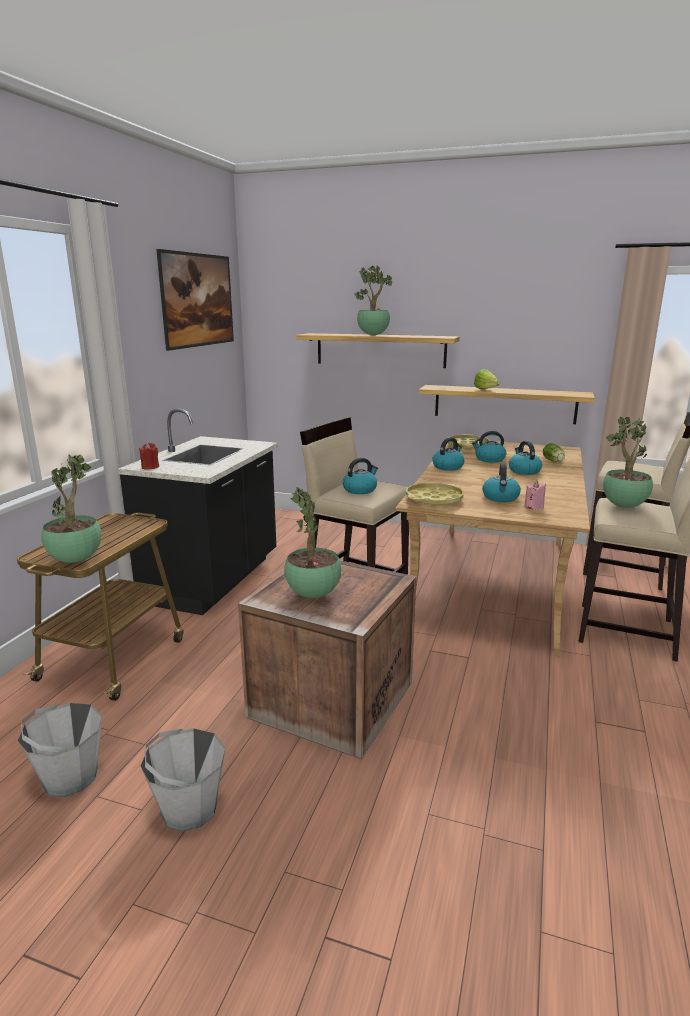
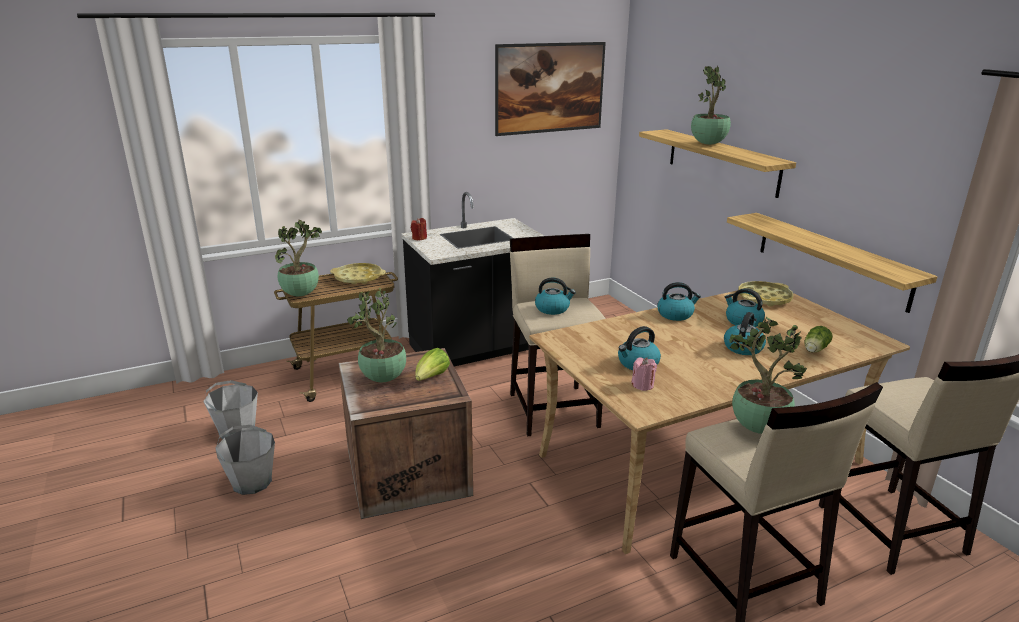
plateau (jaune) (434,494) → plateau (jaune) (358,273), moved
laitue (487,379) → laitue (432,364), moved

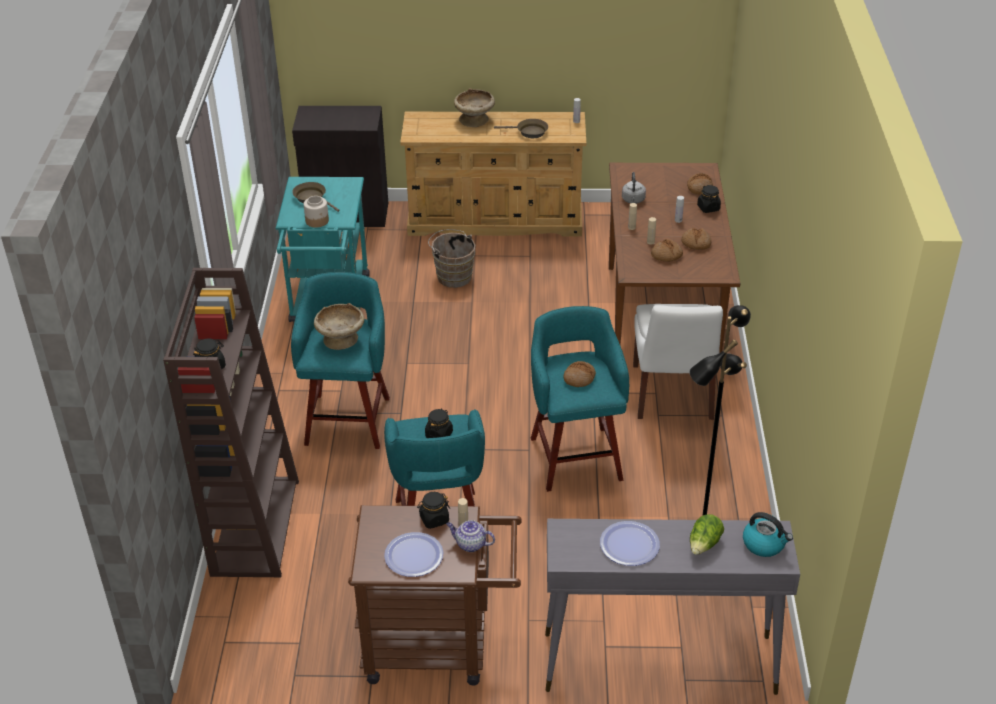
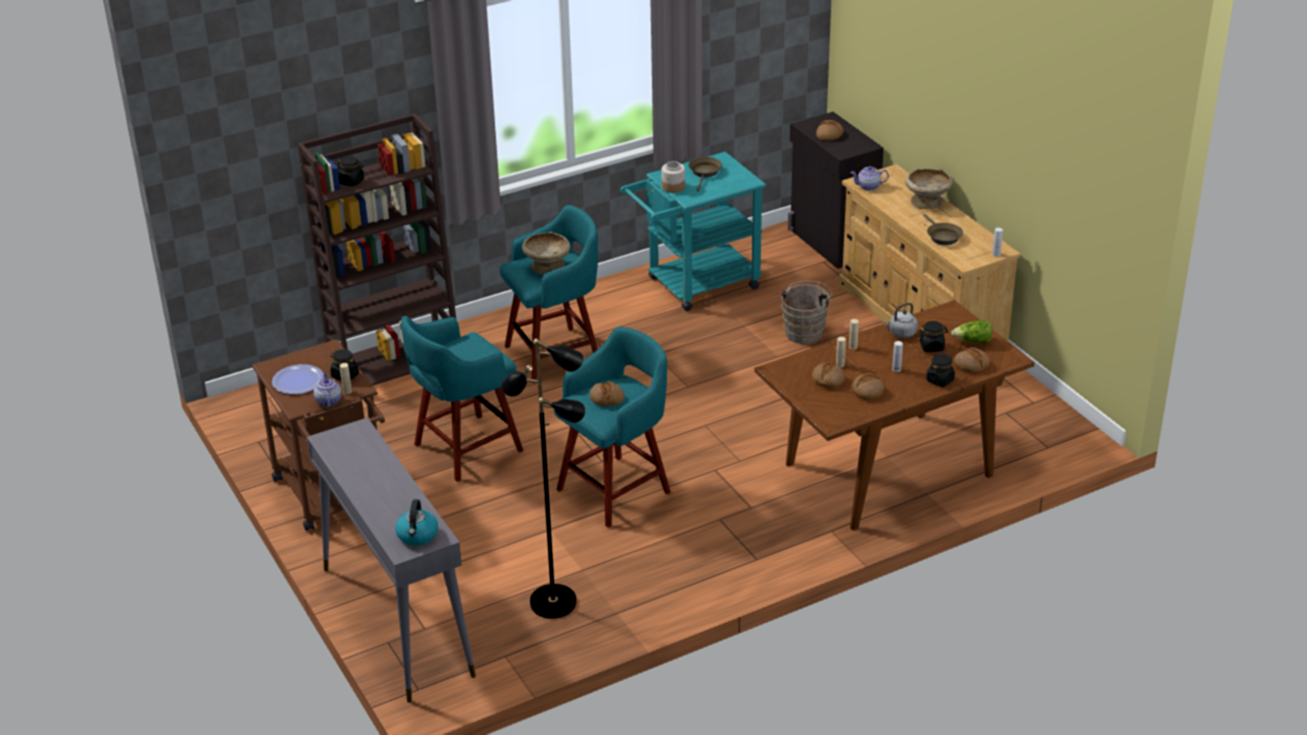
bocal (noir) (439,423) → bocal (noir) (933,336), moved
assiette (630,543) → -
chaise (blanc) (678,362) → -
laitue (707,534) → laitue (971,332), moved
- → pain (830,130)
- → théière (869,178)

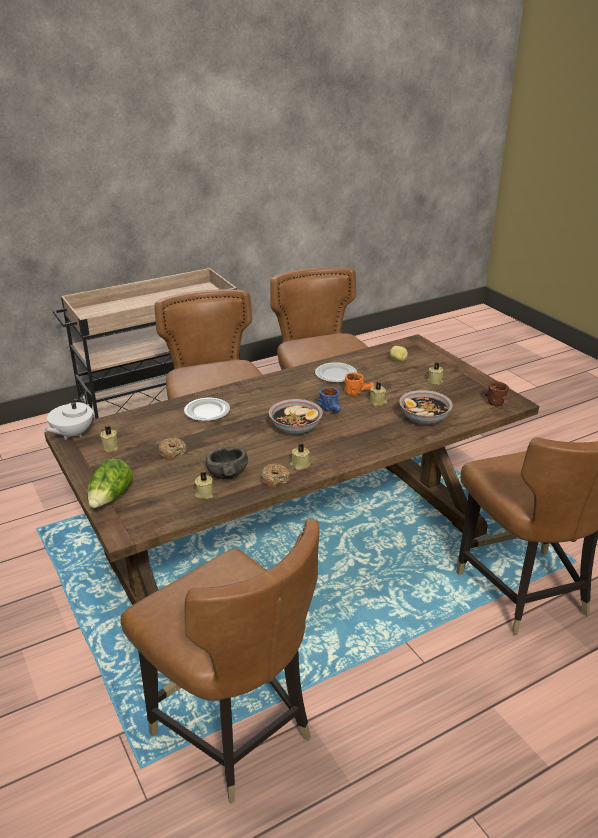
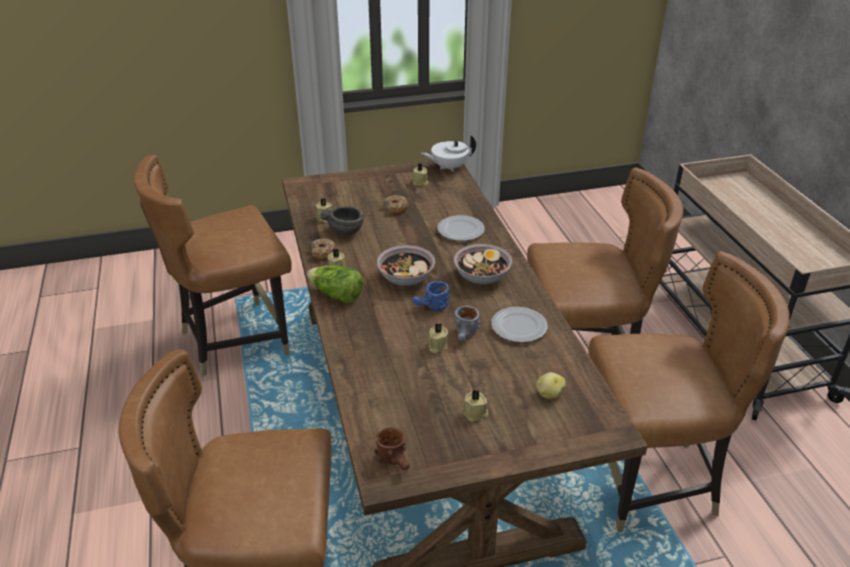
théière (blanc) (68,415) → théière (blanc) (449,153), 60 degrees counterclockwise
laitue (110,483) → laitue (335,284), moved
mug (orange) (360,384) → mug (gris) (468,323)
bol (426,407) → bol (483,264), moved

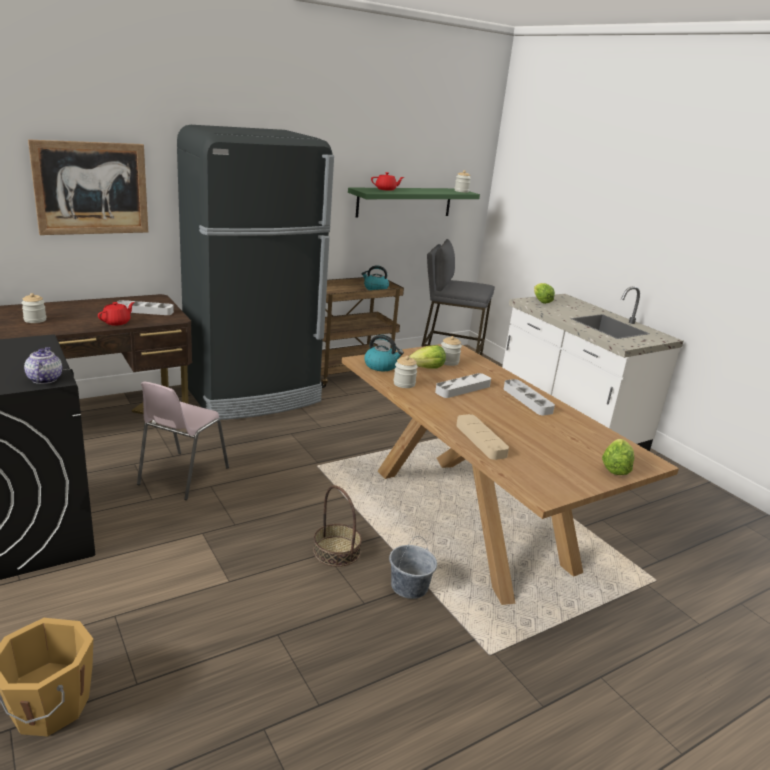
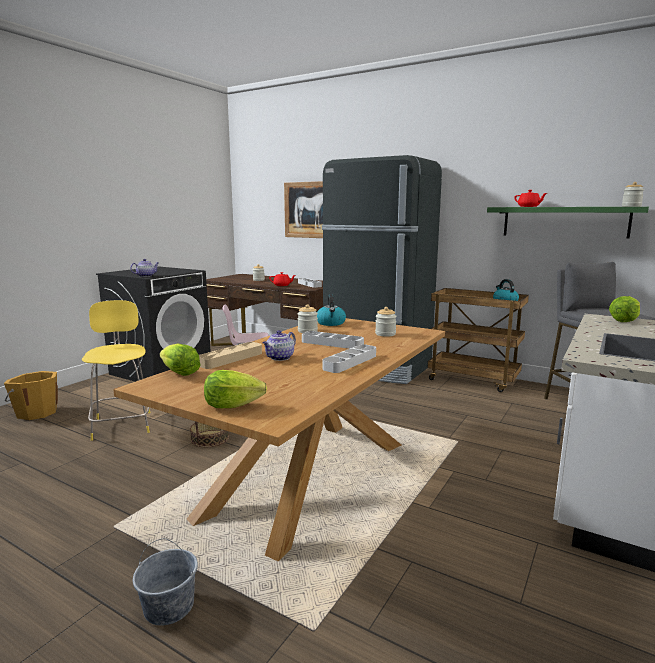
seau (gris) (413,567) → seau (gris) (165,582), moved
laitue (427,356) → laitue (180,360), moved
- → tabouret (jaune) (116,370)
- → théière (279,345)

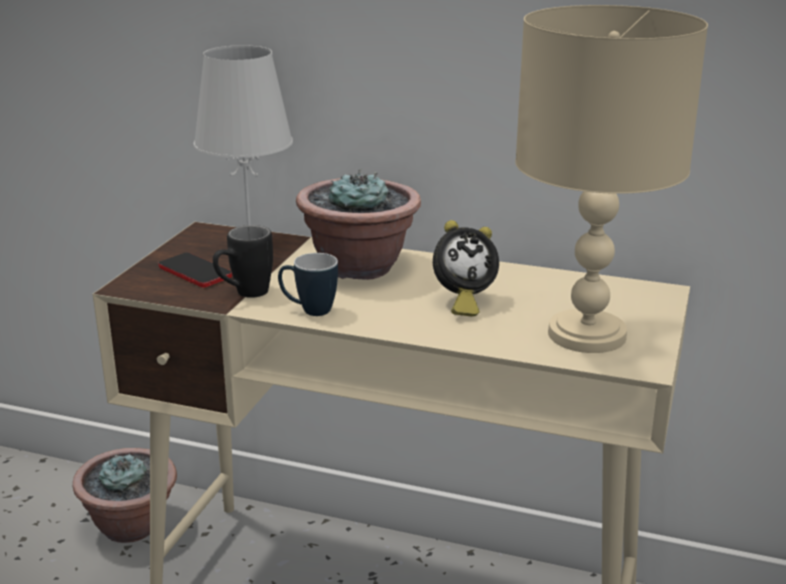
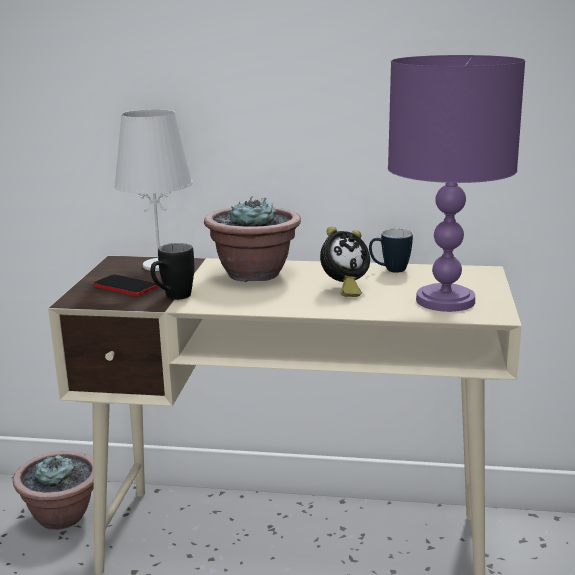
mug (308,284) → mug (391,251), moved
lampe de table (beige) (611,179) → lampe de table (violet) (456,183)

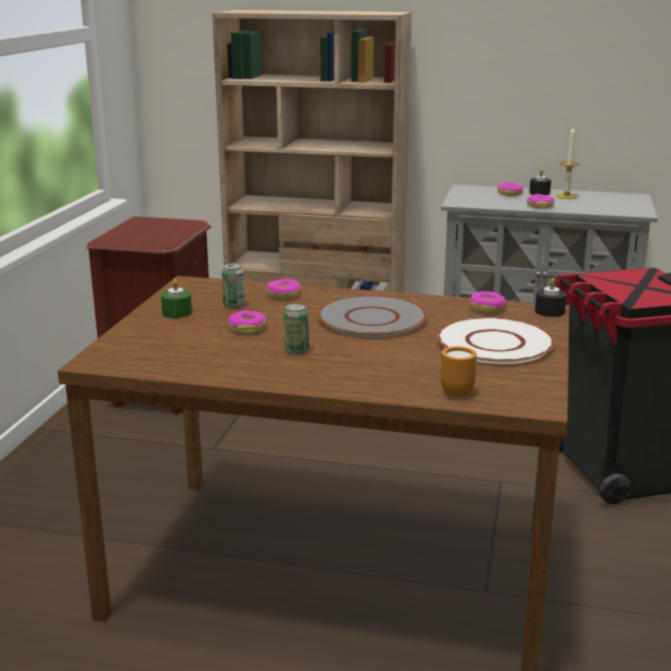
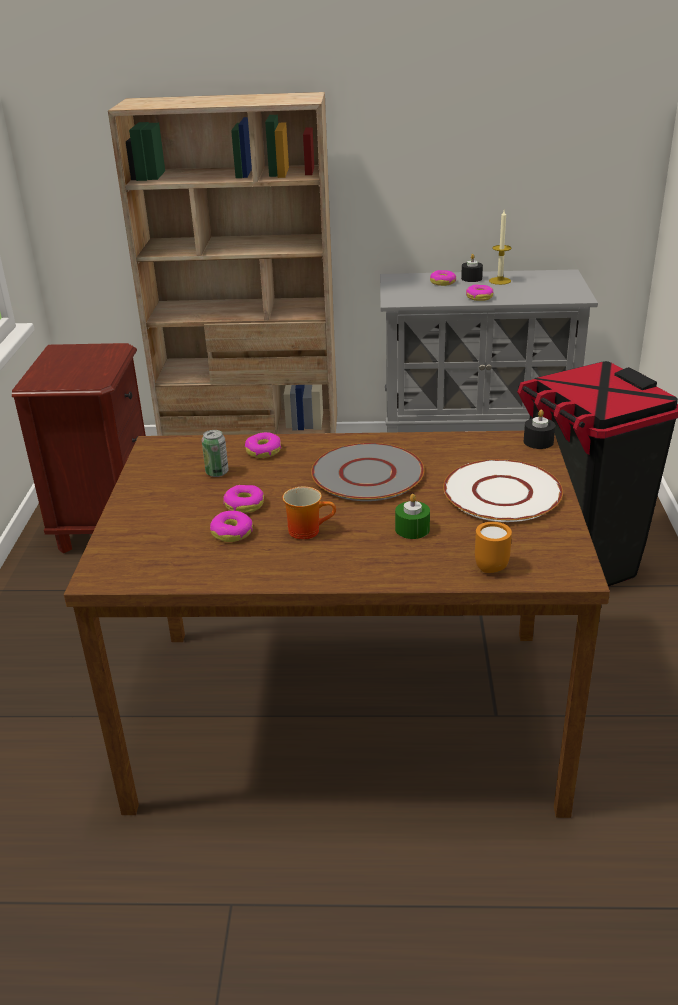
bougie (vert) (176,298) → bougie (vert) (412,516), moved
boîte métallique (296,328) → mug (309,513)
beignet (487,302) → beignet (231,526), moved

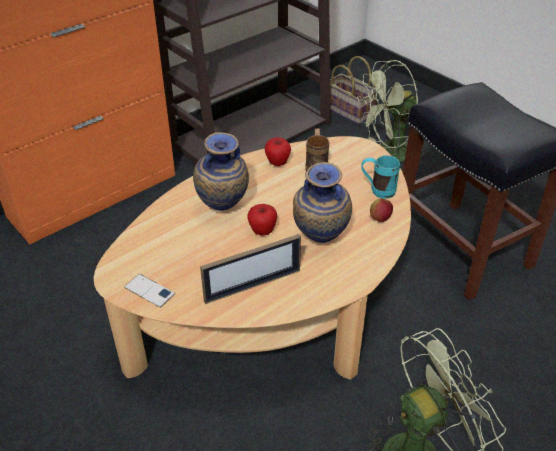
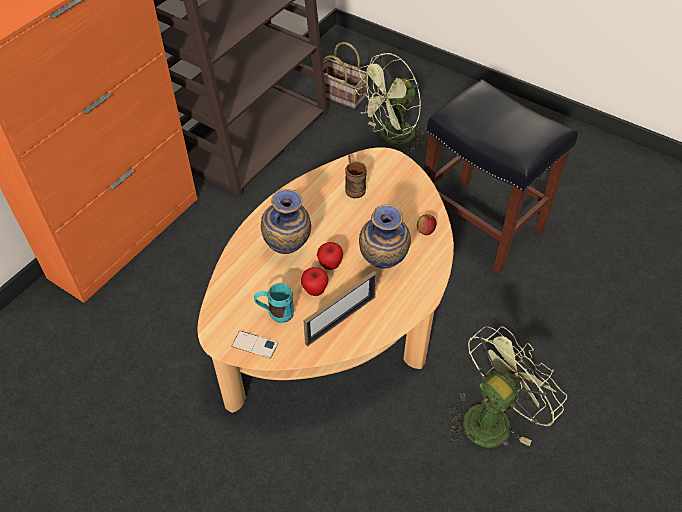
pomme (277,152) → pomme (314,281), moved
mug (turquoise) (380,177) → mug (turquoise) (274,303), moved

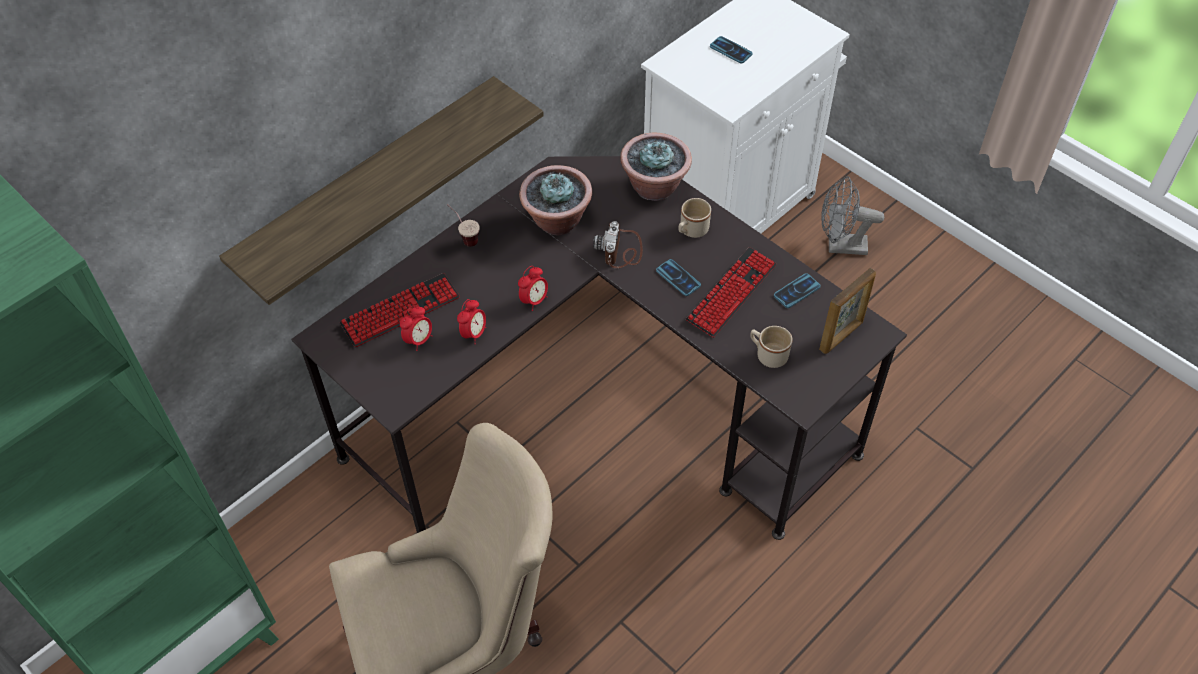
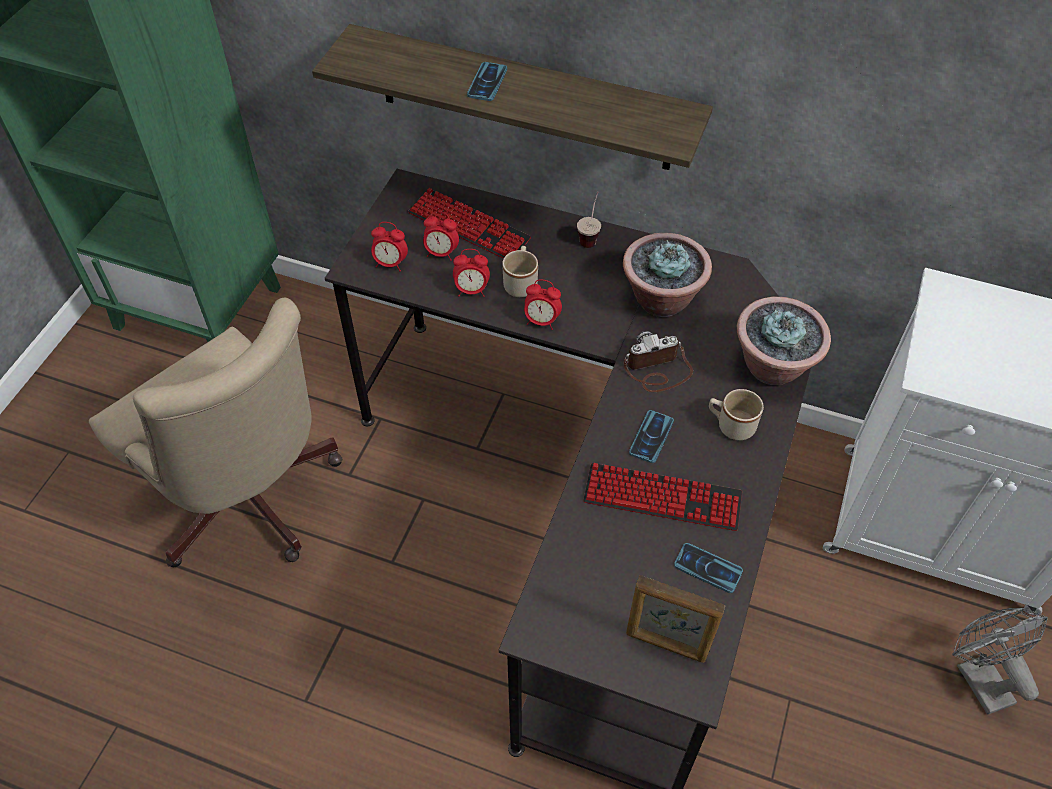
téléphone (731,50) → téléphone (487,81), moved
mug (beige) (771,347) → mug (beige) (520,271), moved
- → réveil (389,246)

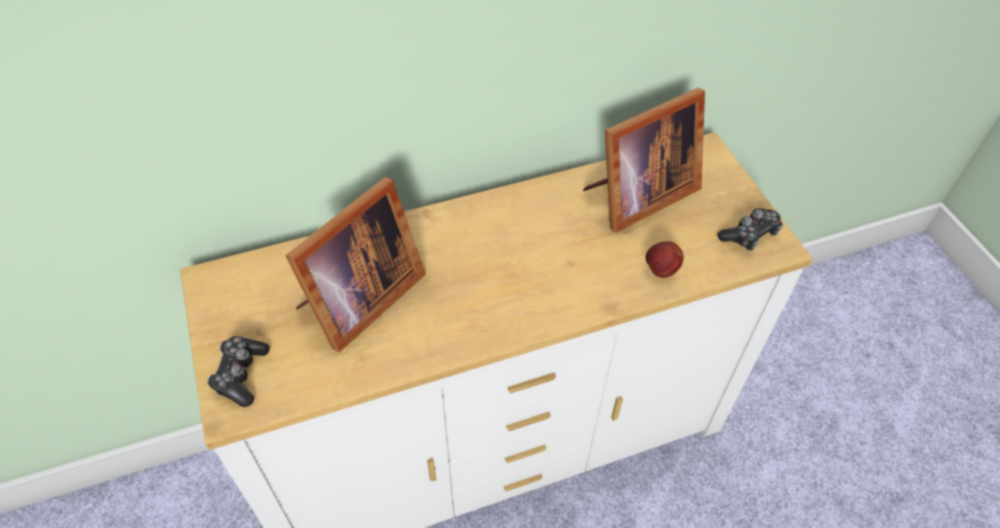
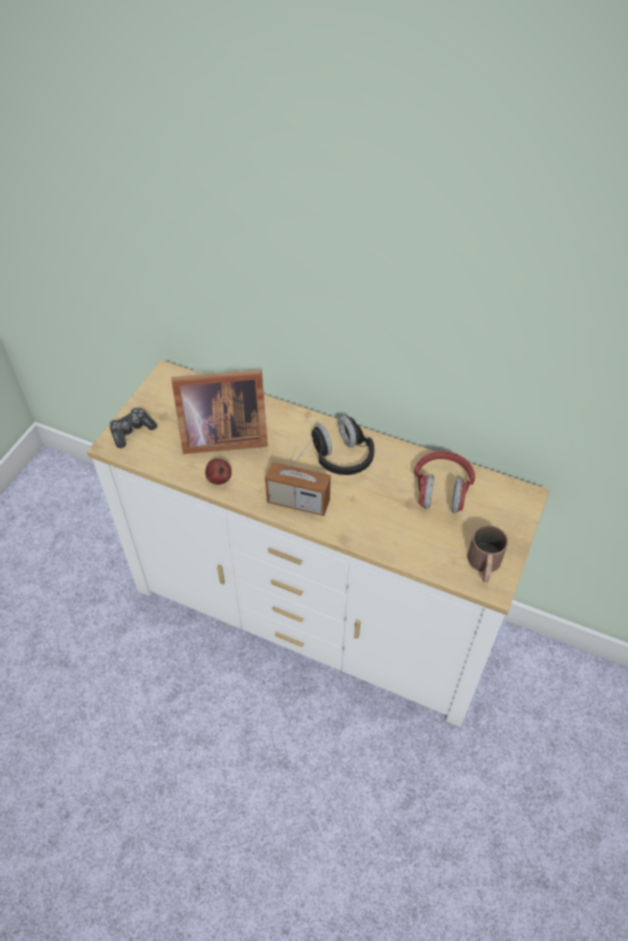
cadre photo (644,160) → casque audio (rouge) (444,482)
pomme (664,259) → pomme (218,472), moved
manette (750,229) → mug (marron) (488,553)
- → radio (298,477)
- → casque audio (noir) (343,445)

